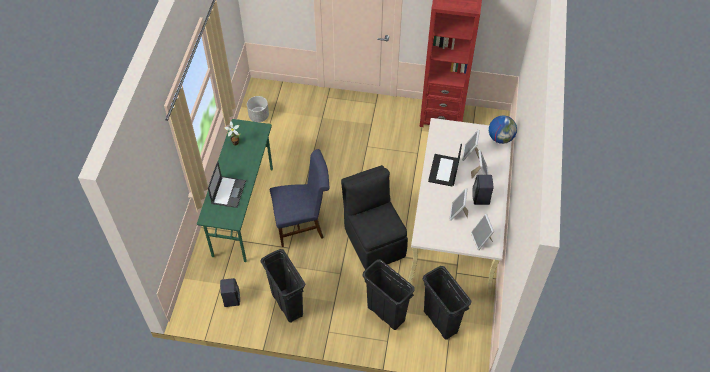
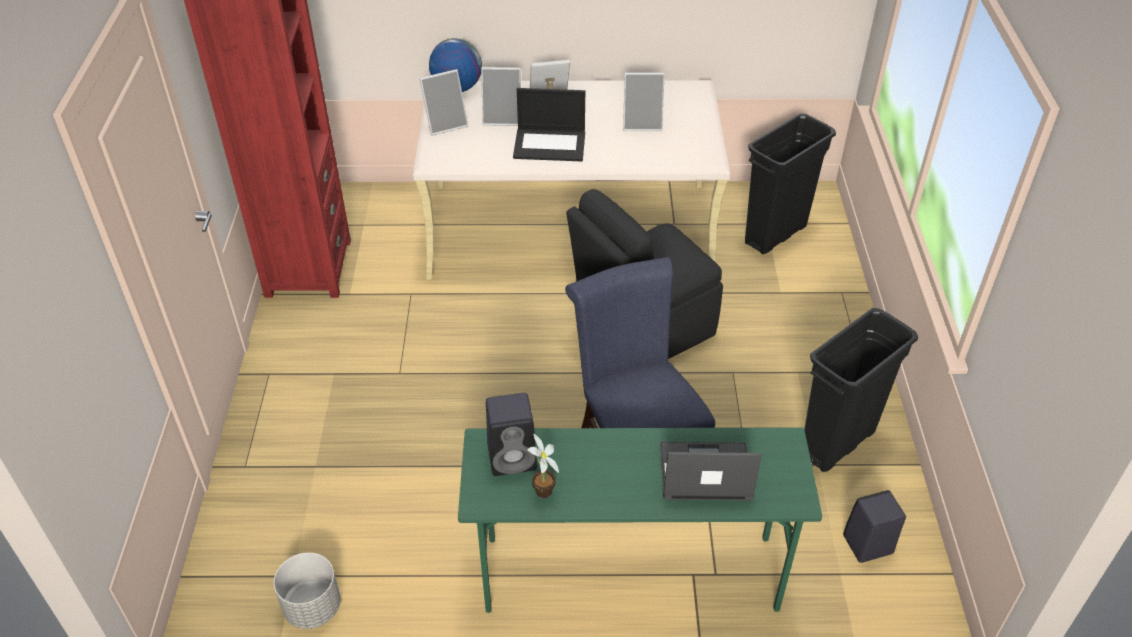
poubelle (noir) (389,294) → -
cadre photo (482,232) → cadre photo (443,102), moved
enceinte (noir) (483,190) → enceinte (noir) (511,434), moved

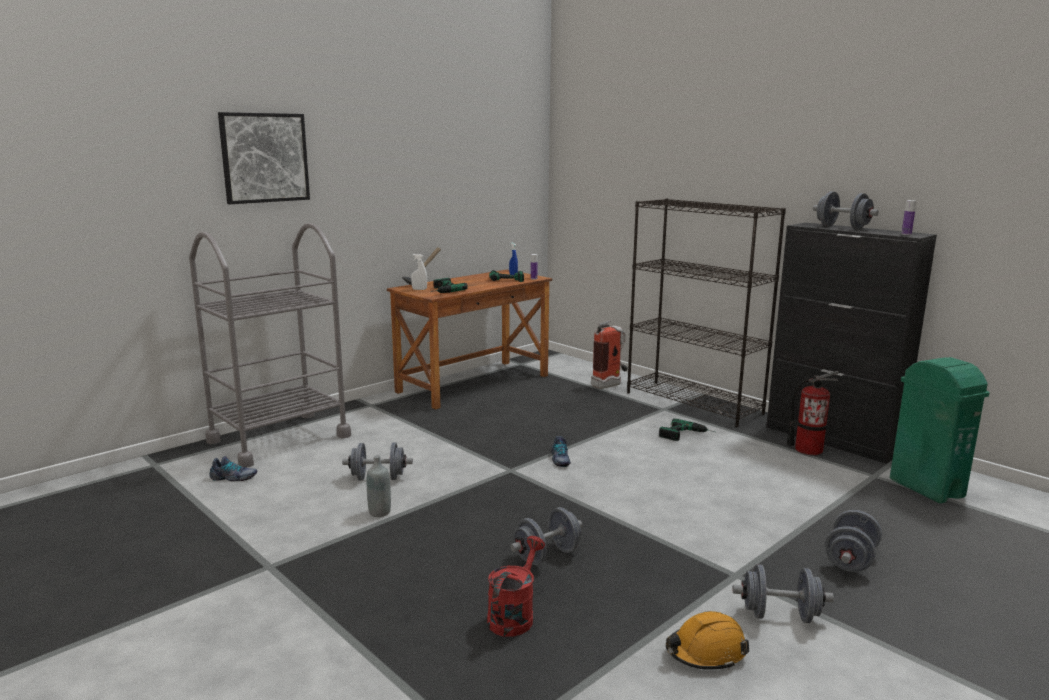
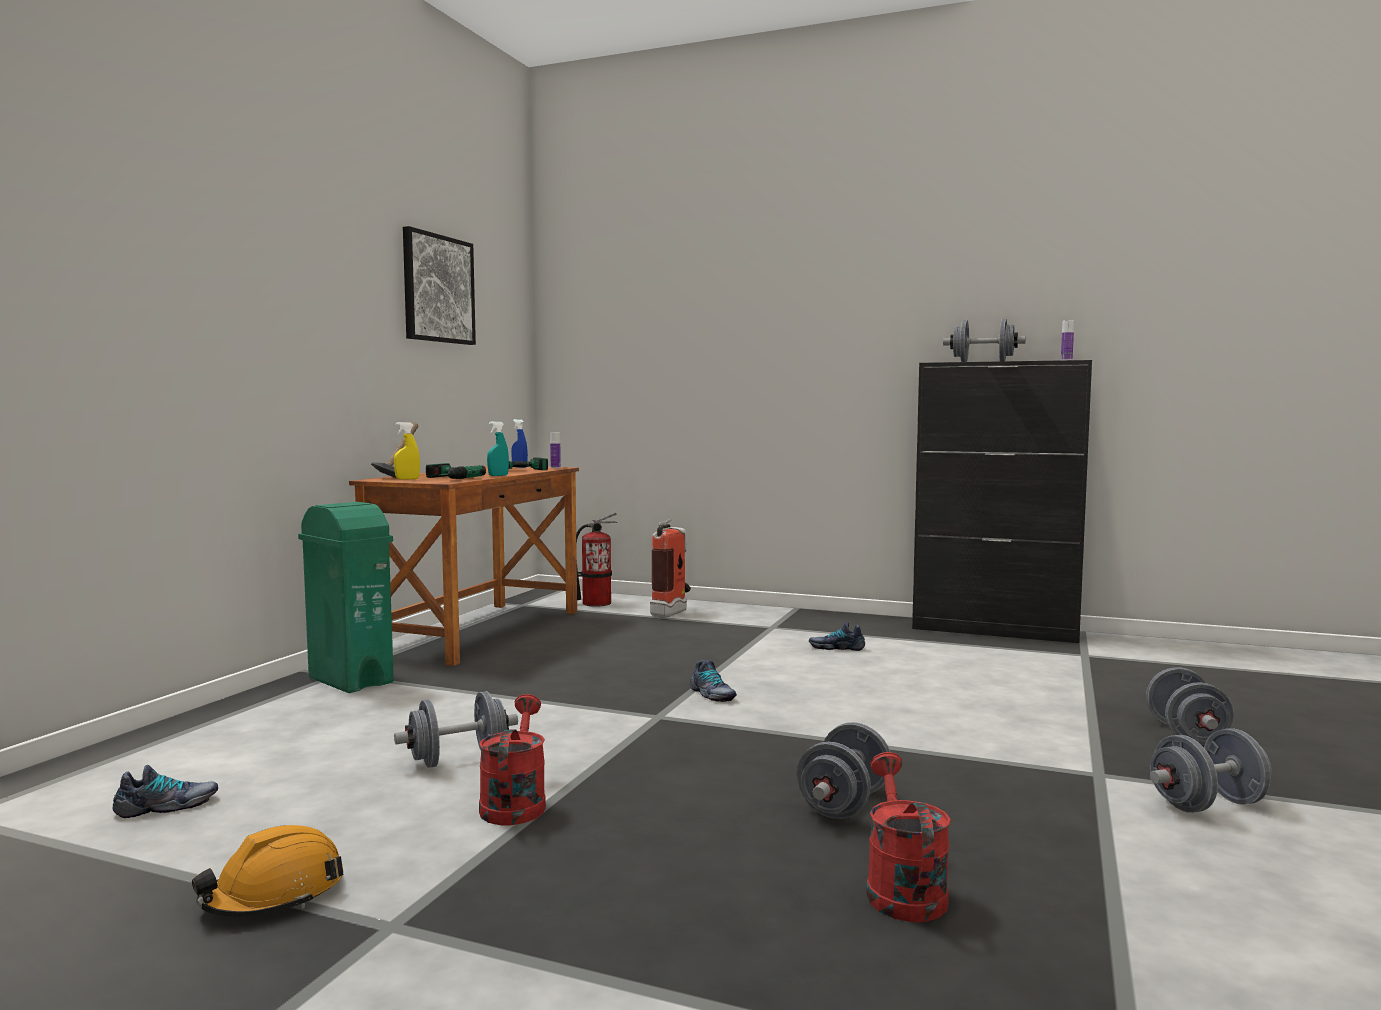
chariot (gris) (270,345) → -
tableau (264,158) → tableau (439,285), moved
bouteille (gris) (379,486) → arrosoir (rouge) (512,760)
vaporisateur (blanc) (419,272) → vaporisateur (jaune) (407,451)
bibliothèque (noir) (706,313) → -
perceuse (687,429) → chaussure (837,636)
casque de chantier (orange) (707,640) → casque de chantier (orange) (267,871), moved
extincteur (813,413) → extincteur (596,559), moved
poubelle (vert) (940,430) → poubelle (vert) (346,597), moved
- → vaporisateur (turquoise) (498,448)

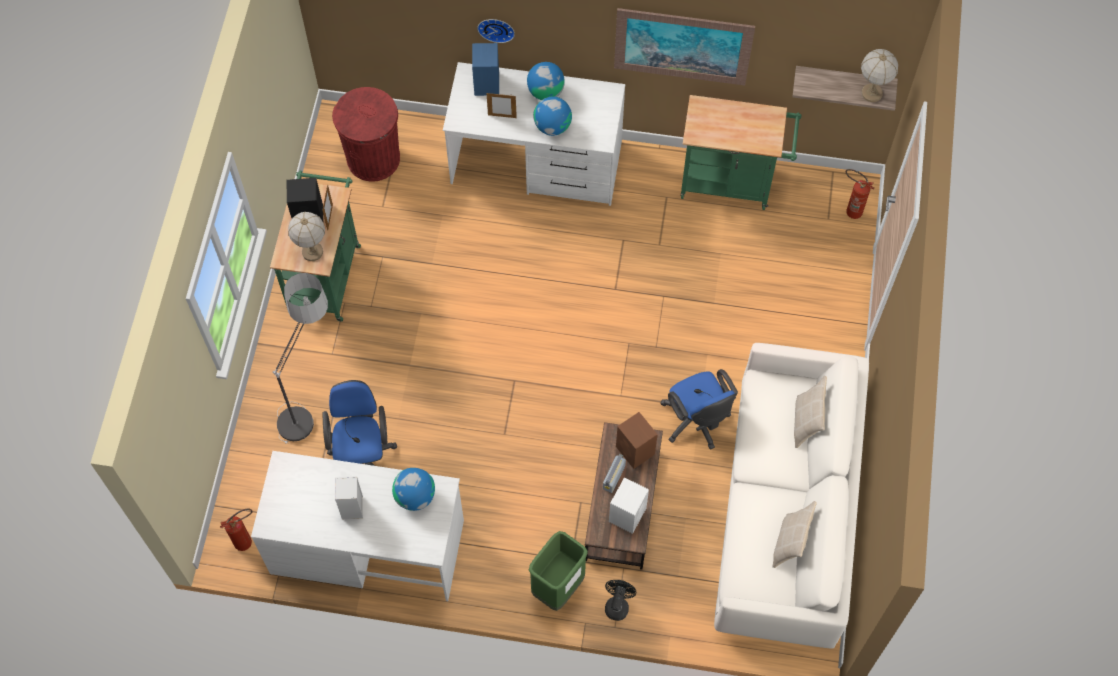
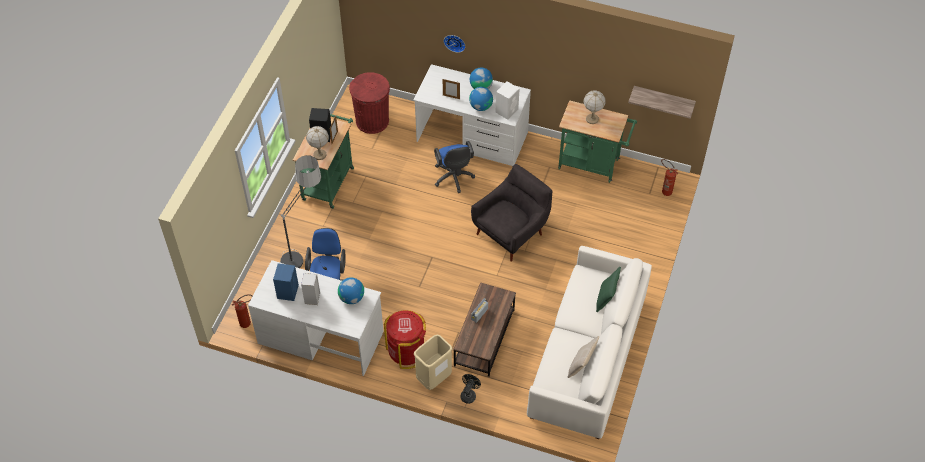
enceinte (bleu) (485,69) → enceinte (bleu) (286,282), moved
poubelle (vert) (558,571) → poubelle (beige) (433,362)
enceinte (blanc) (629,505) → enceinte (blanc) (507,100), moved
tableau (684,46) → -
enceinte (marron) (637,440) → -
chaise de bureau (bleu) (699,409) → chaise de bureau (bleu) (454,167), moved
coussin (beige) (810,412) → coussin (vert) (608,289)
lampe de table (879,75) → lampe de table (595,107), moved
- → poubelle (rouge) (405,339)
- → fauteuil (gris) (512,213)

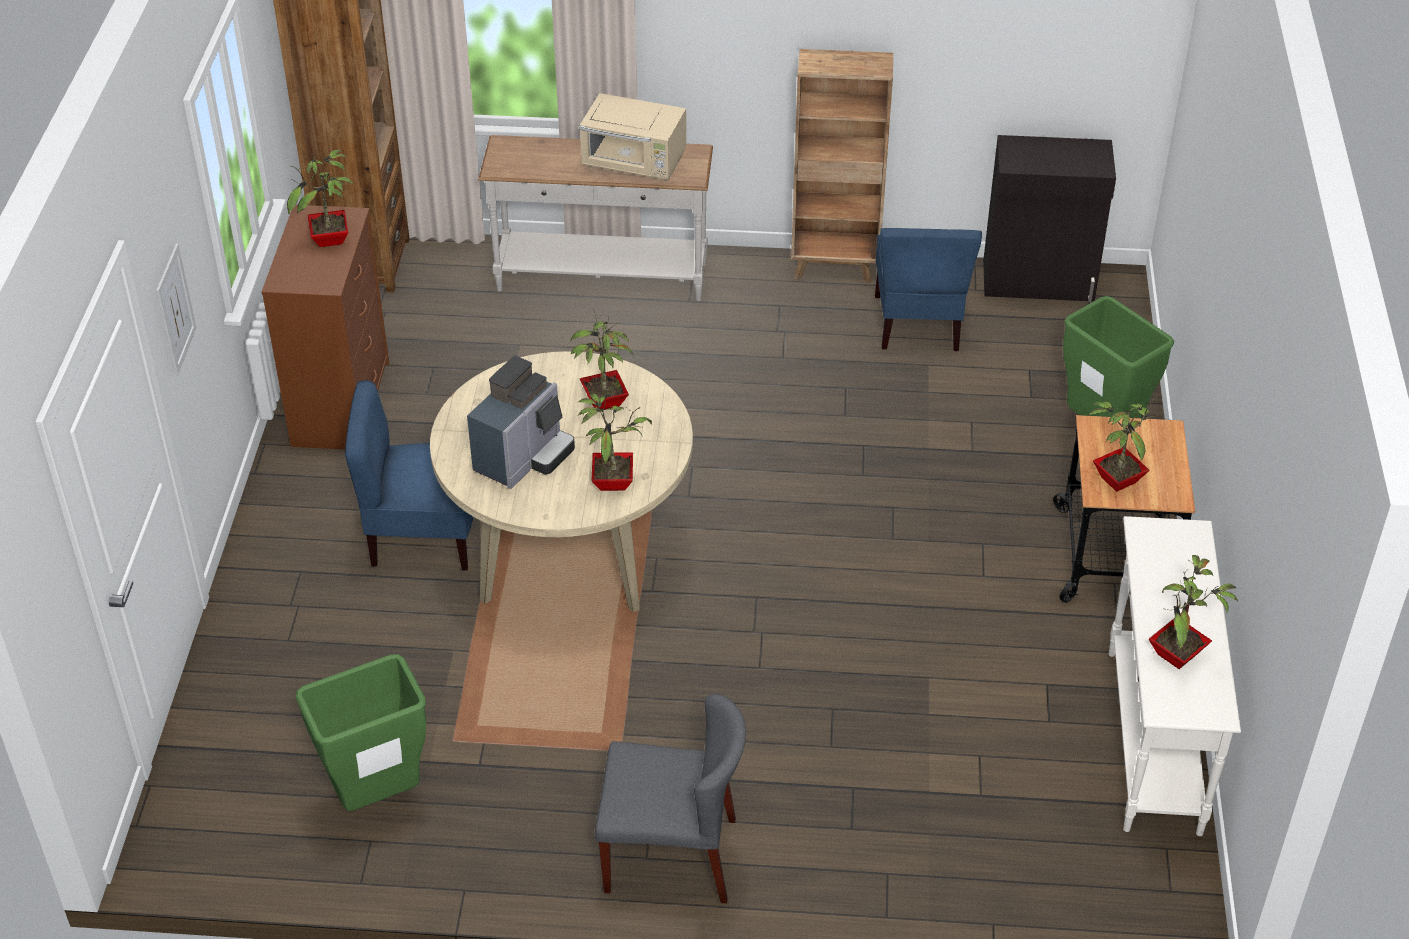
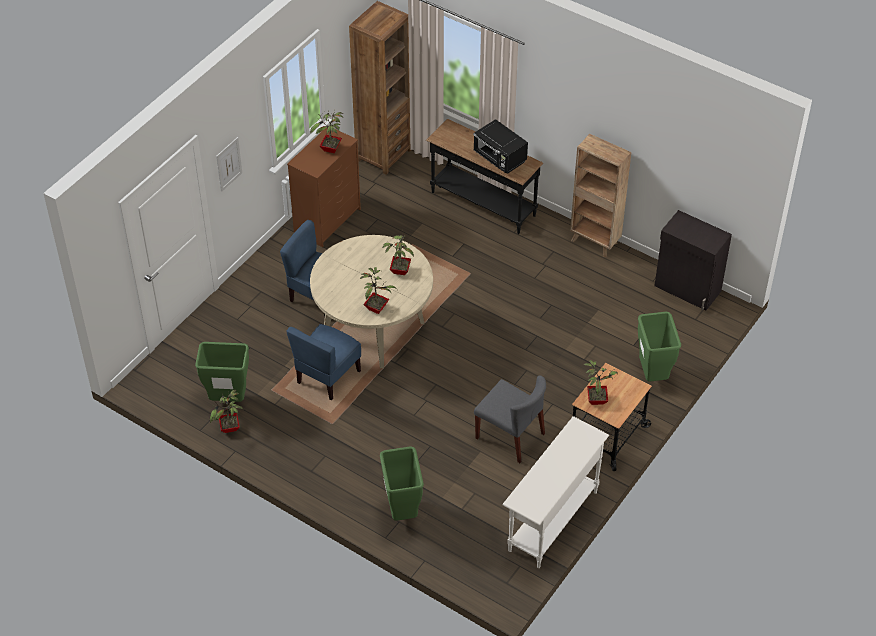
machine à café (521,422) → -
table console (blanc) (595,218) → table console (noir) (484,176)
micro-ondes (beige) (632,137) → micro-ondes (noir) (500,146)
chaise (gris) (670,798) → chaise (gris) (510,419), moved
chaise (bleu) (928,289) → chaise (bleu) (323,362), moved
plante en pot (1193,612) → plante en pot (226,411), moved
- → poubelle (vert) (402,483)

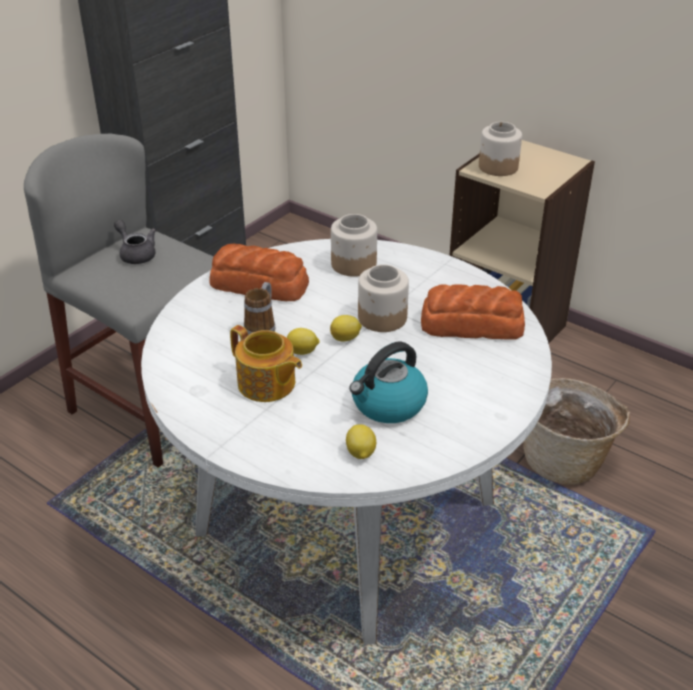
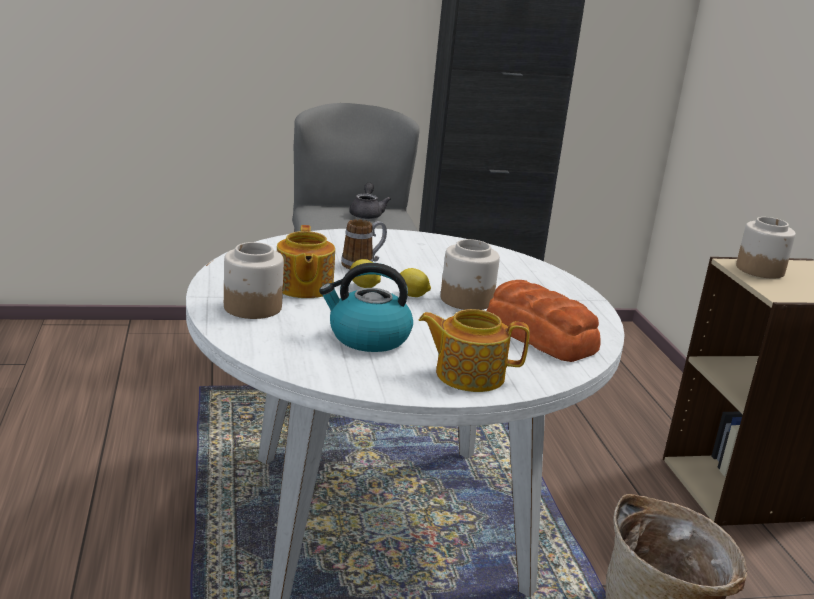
pain (259,272) → -
bocal (354,245) → bocal (254,280), moved
citron (361,441) → -
- → théière (474,350)

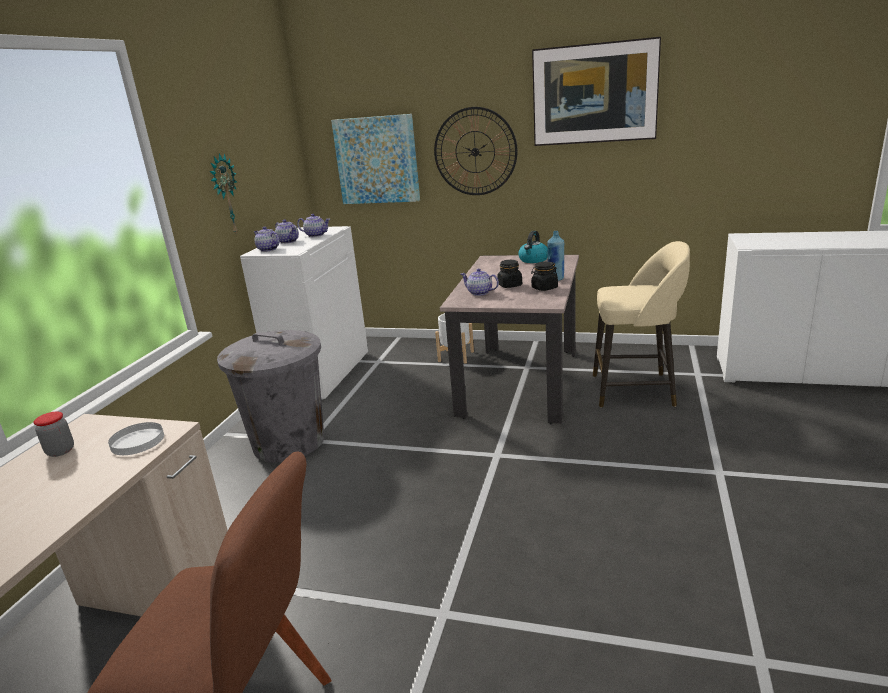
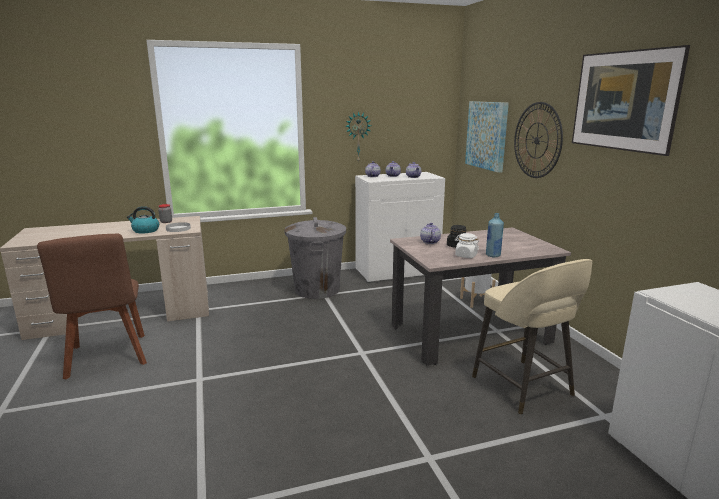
bouilloire (533,247) → bouilloire (143,220), moved
bocal (noir) (544,276) → bocal (blanc) (467,245)

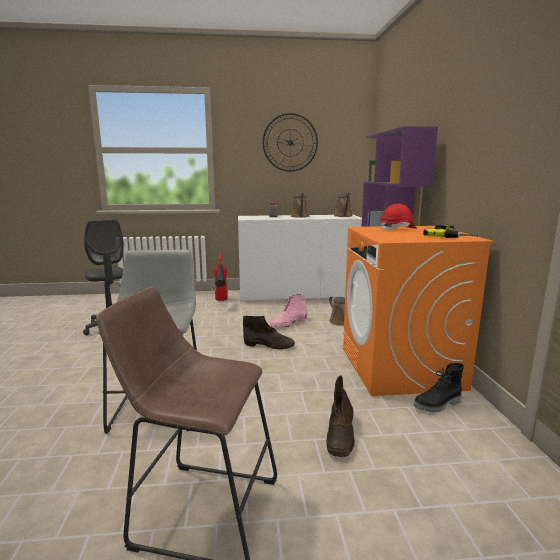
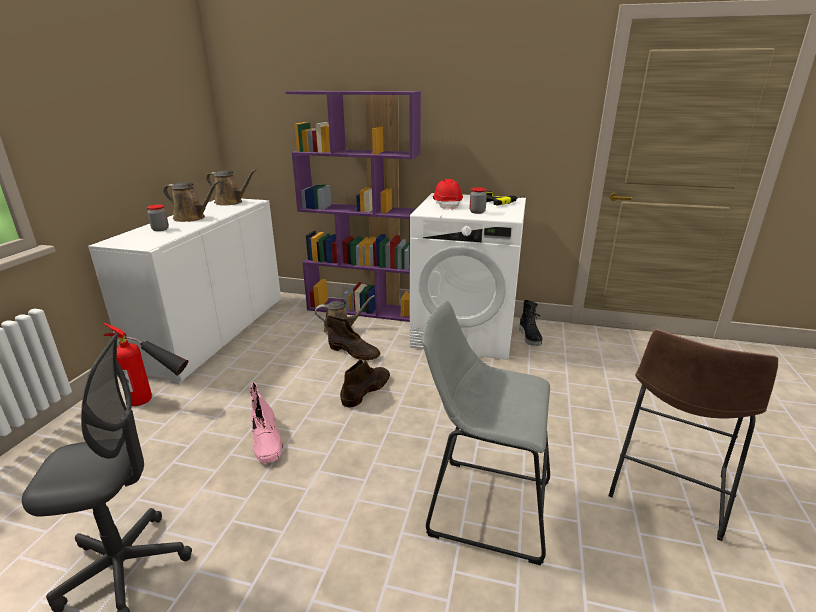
horloge murale (290,142) → -
botte (rose) (288,311) → botte (rose) (266,423), moved
botte (marron) (340,416) → botte (marron) (353,338), moved
lave-linge (orange) (419,311) → lave-linge (blanc) (468,276)
- → bocal (478,200)

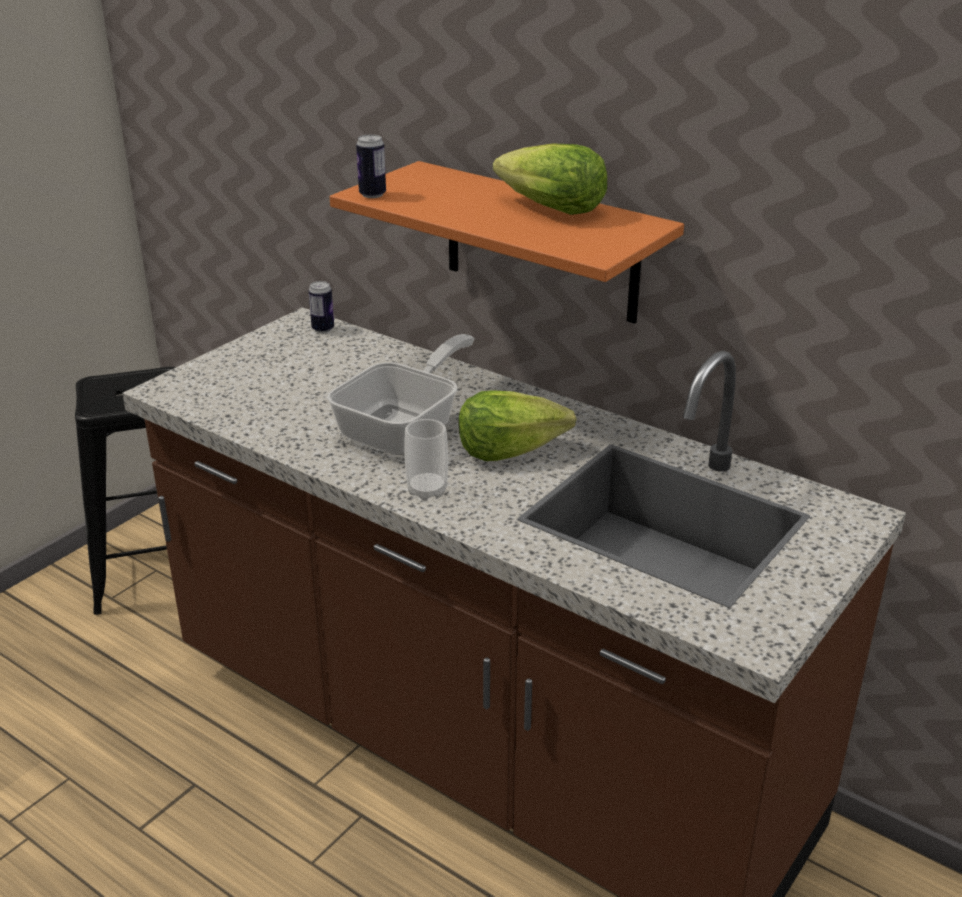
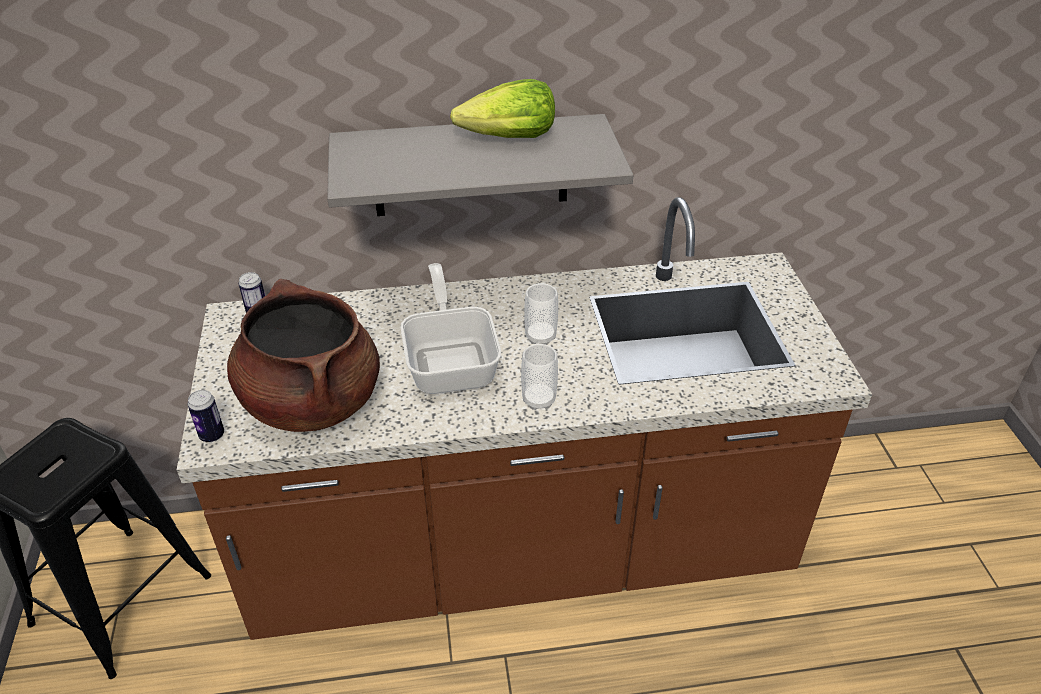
étagère (orange) (507,242) → étagère (gris) (480,165)
boîte métallique (371,166) → boîte métallique (206,416), moved
laitue (517,425) → tasse (541,314)
- → marmite (marron) (303,355)

